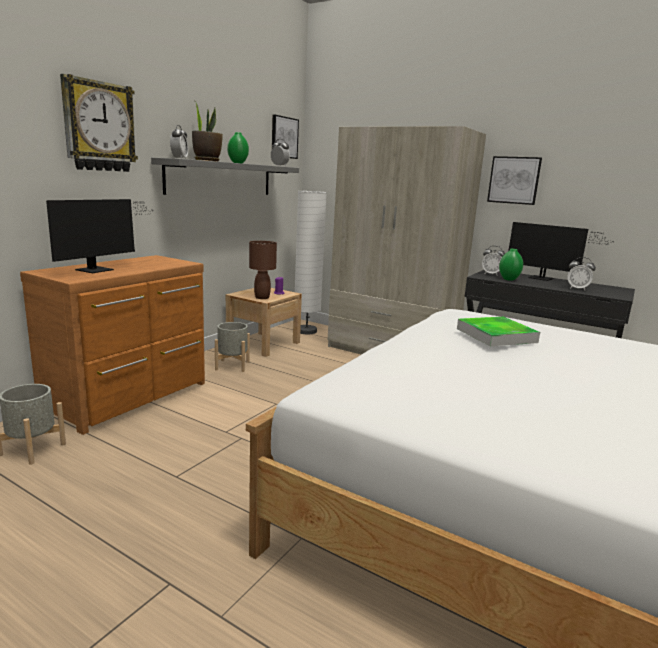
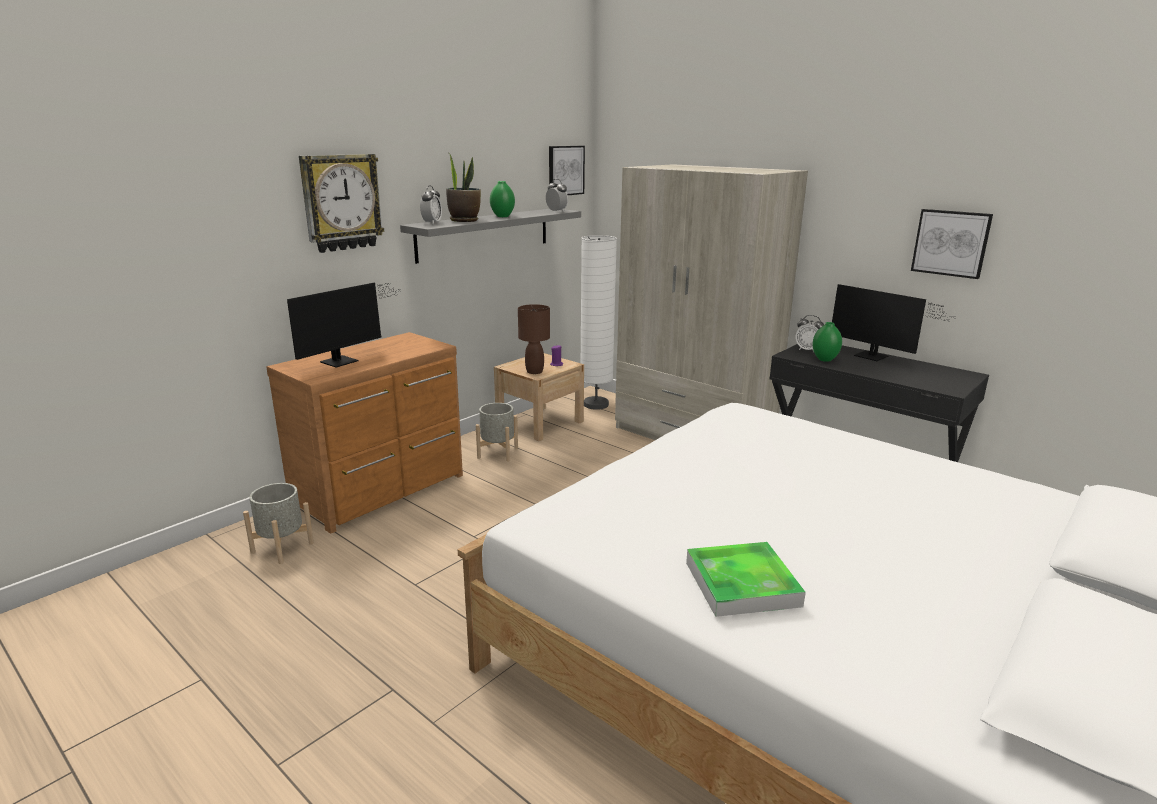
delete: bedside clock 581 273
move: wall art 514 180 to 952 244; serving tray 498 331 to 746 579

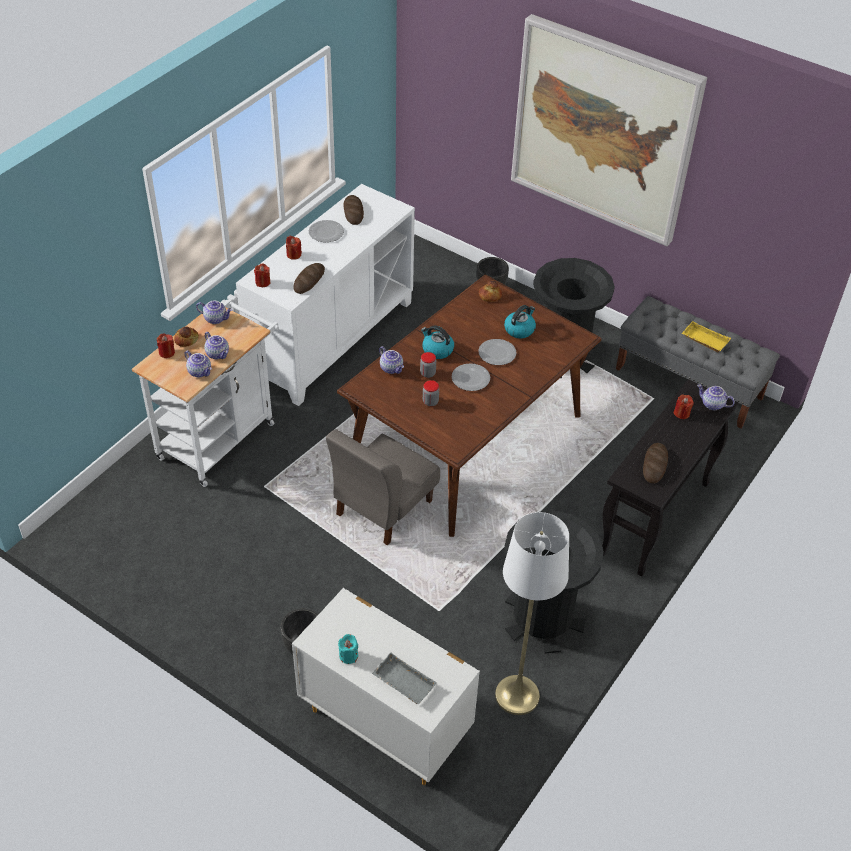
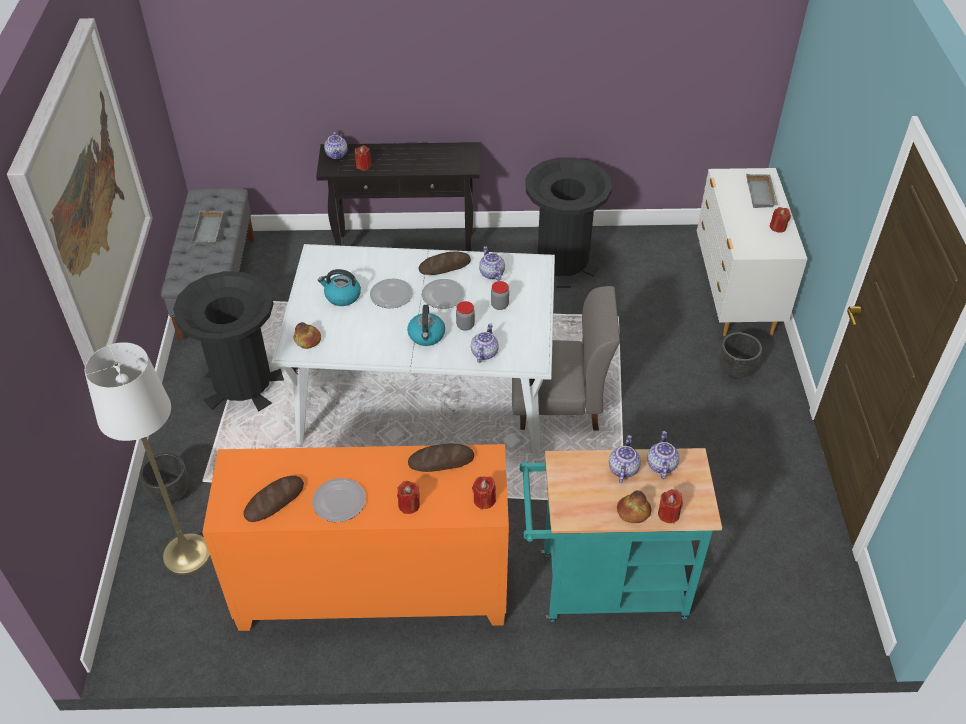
move: pot for tea 214 312 to 492 263; bakery bread 655 463 to 444 263; white floor lamp 532 613 to 147 458
recolor: white cabinet 325 295 to orange-coloured cabinet 355 537; brownish dining table 469 405 to white dining table 413 350; white cart 205 393 to blue-green cart 621 535; yellow-coloured serving tray 706 337 to greyish serving tray 207 227; blue-green candle 348 649 to reddish candle 780 220

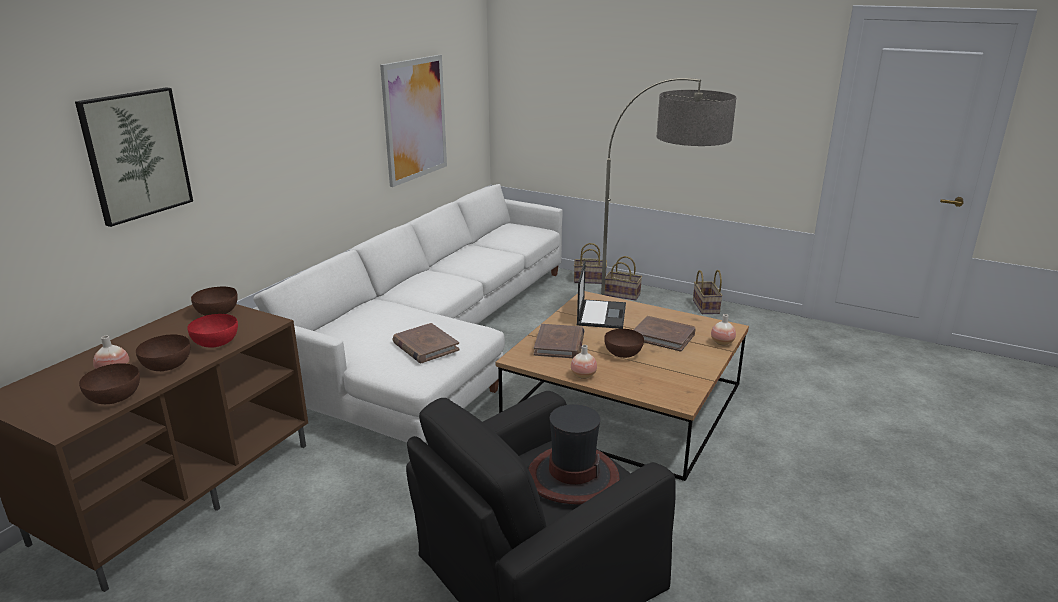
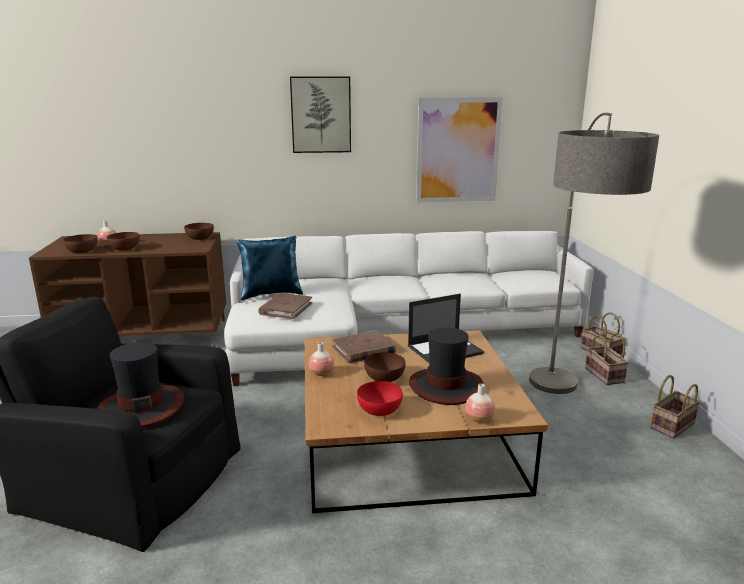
insert: bluish pillow 270 267
move: wall art 134 157 to 320 115; reddish serving bowl 212 330 to 380 398
replace: brownish volume 664 334 to hat 446 366

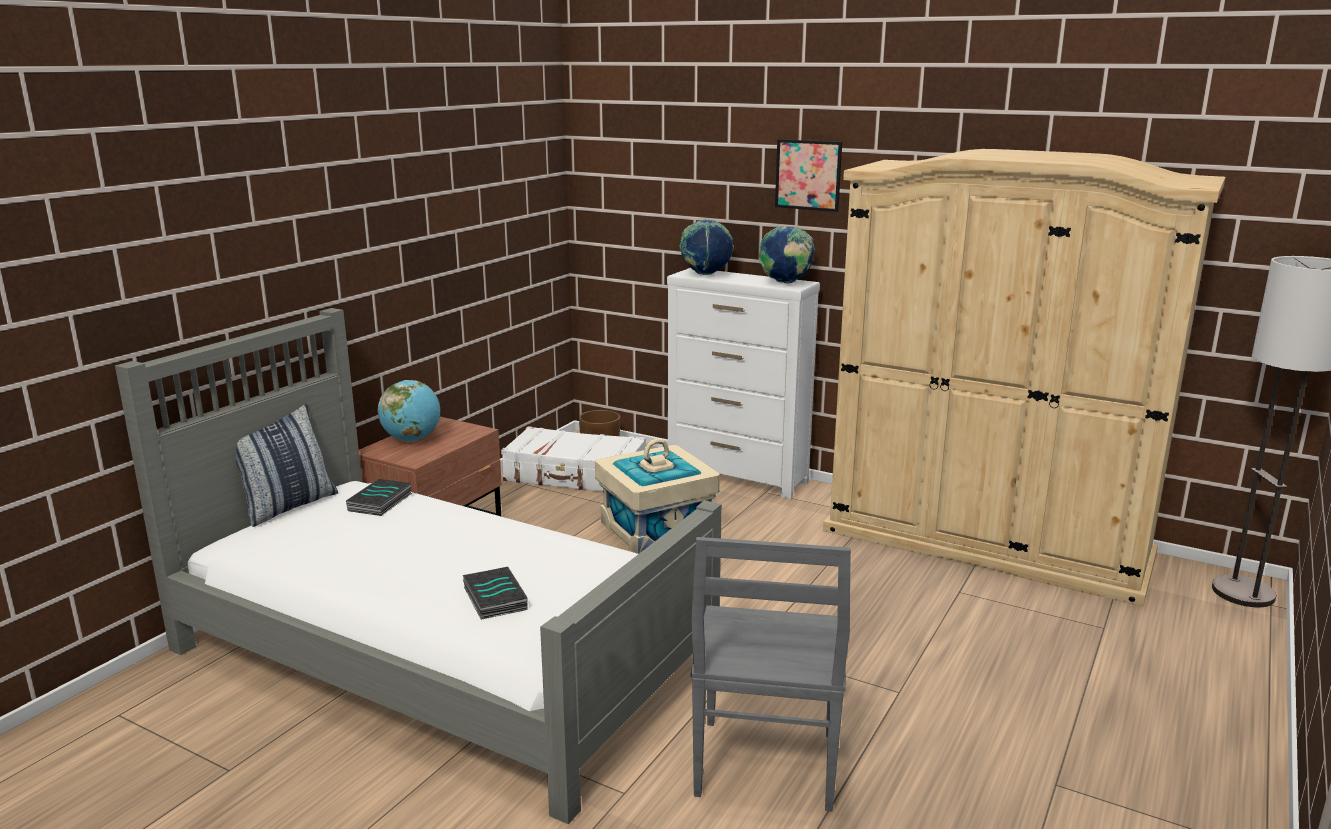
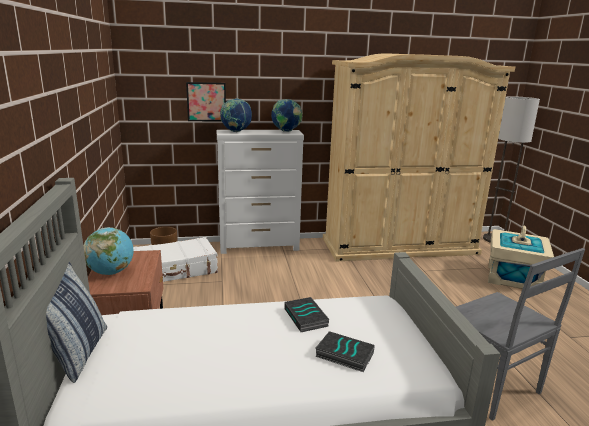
move: wall art 808 175 to 206 101; beige-coloured storage box 657 496 to 521 257; volume 379 497 to 307 314

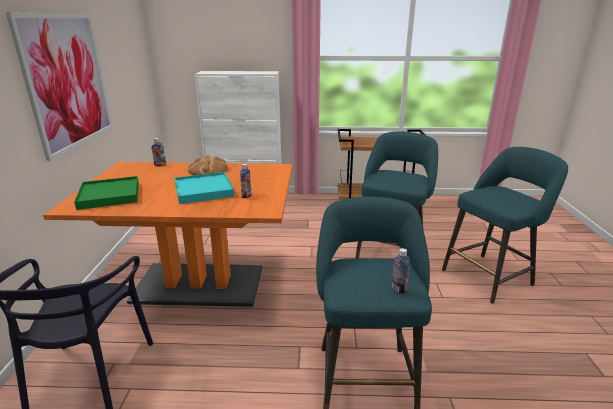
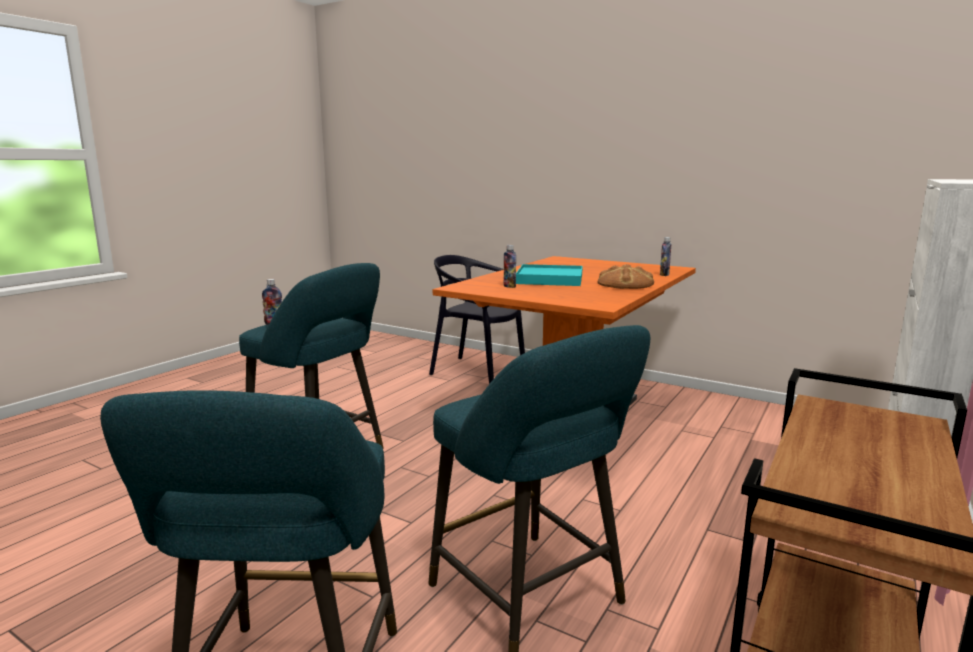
delete: wall art 59 86; greenish serving tray 106 193

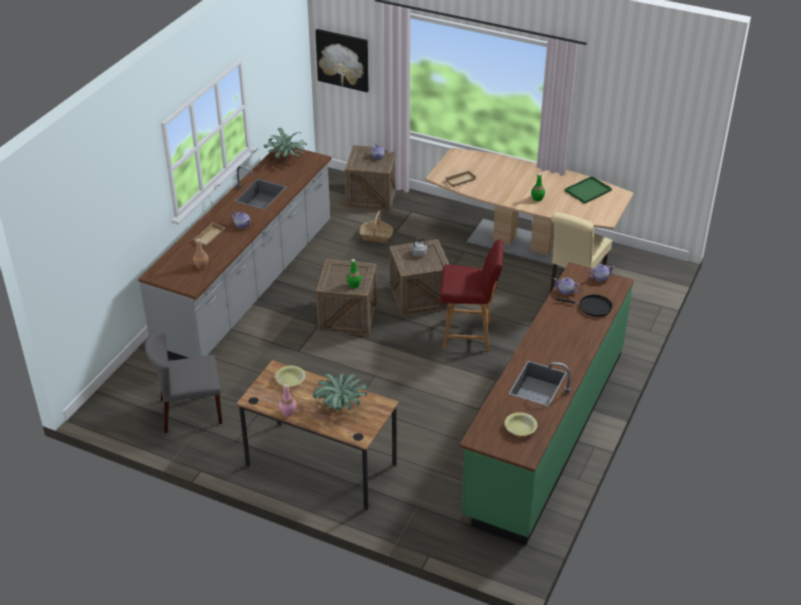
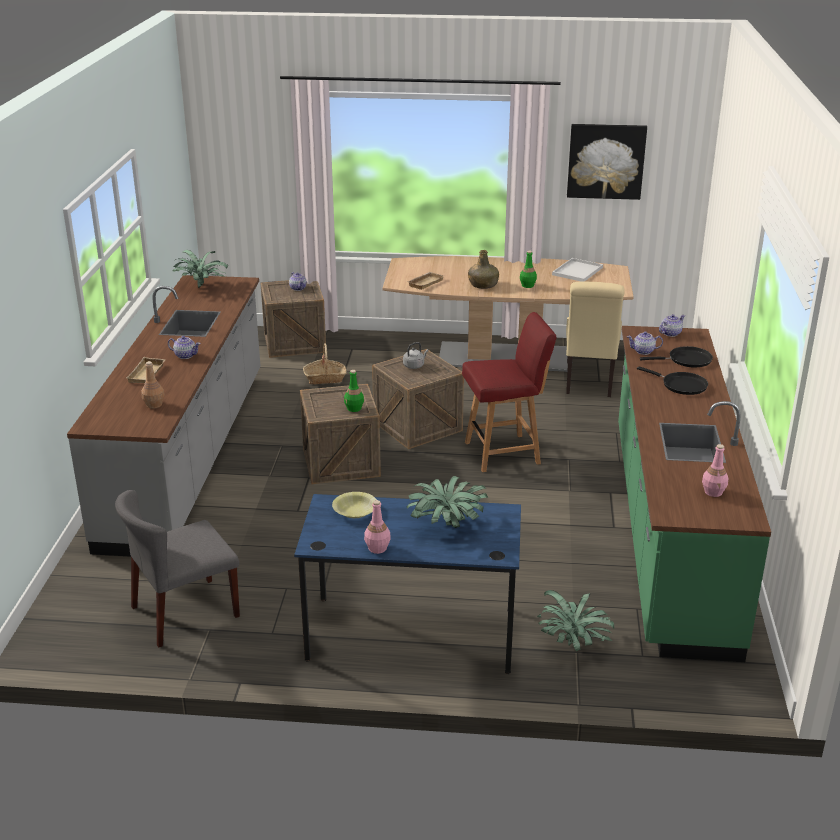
insert: greenish drink bottle 483 269; black frying pan 672 380; potted plant 575 620
move: wall art 342 60 to 607 162
replace: yellow-coloured serving bowl 520 424 to pinkish drink bottle 715 470
recolor: greenish serving tray 588 190 to white serving tray 577 269; brownish desk 317 435 to bluish desk 407 584

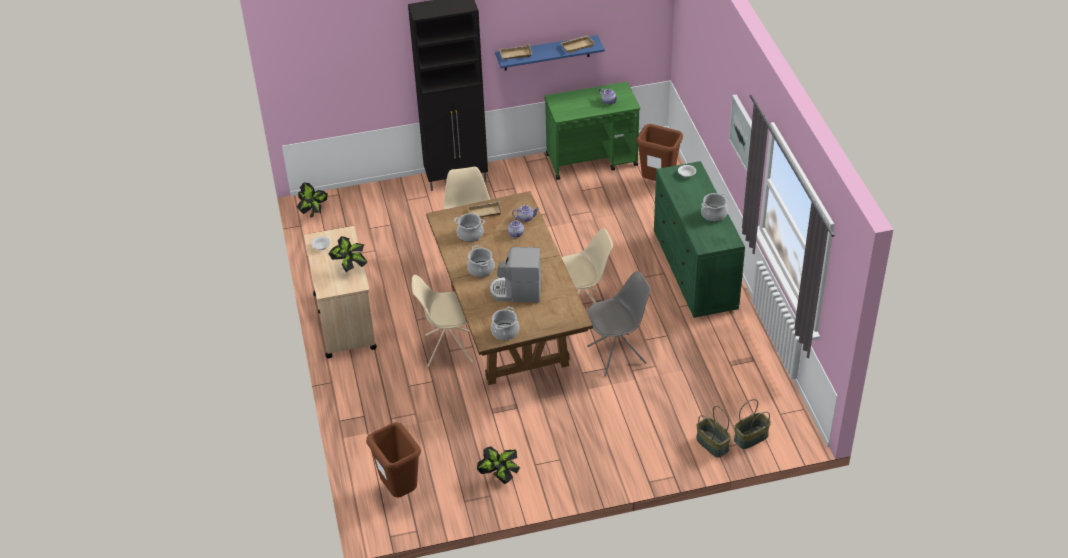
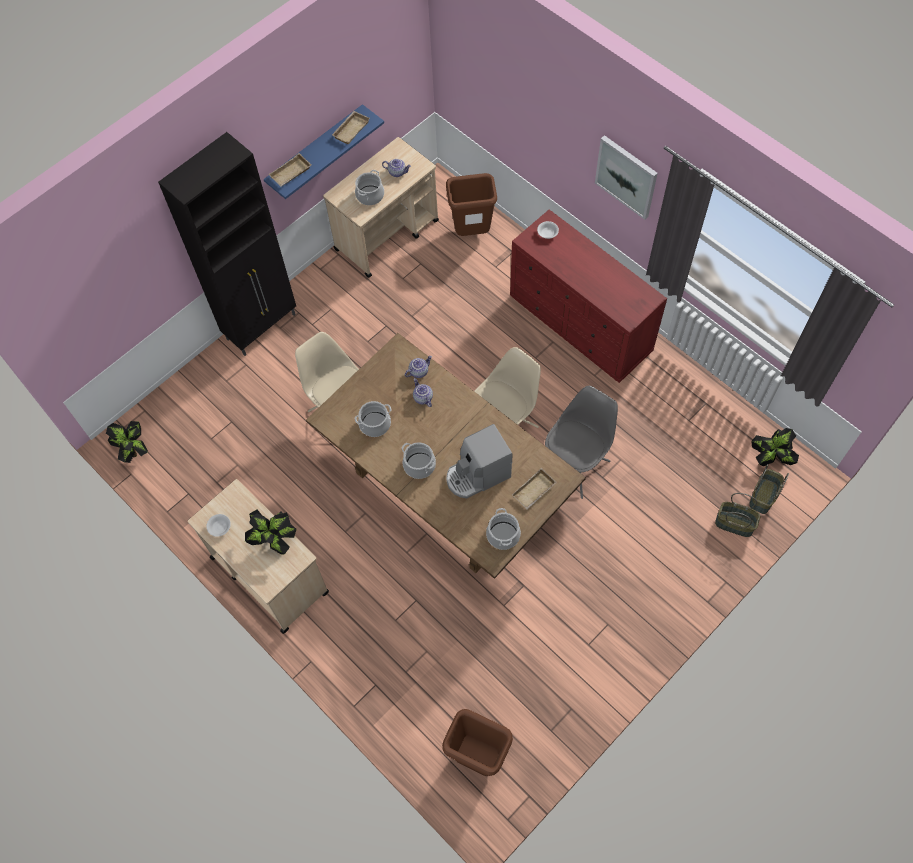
delete: beige-coloured plain chair 442 321
move: saucepot 714 207 to 369 187; beige-coloured serving tray 485 209 to 534 489; potted plant 498 465 to 775 447
recolor: greenish cart 592 131 to beige-coloured cart 381 207; greenish drawer chest 699 239 to reddish drawer chest 588 296

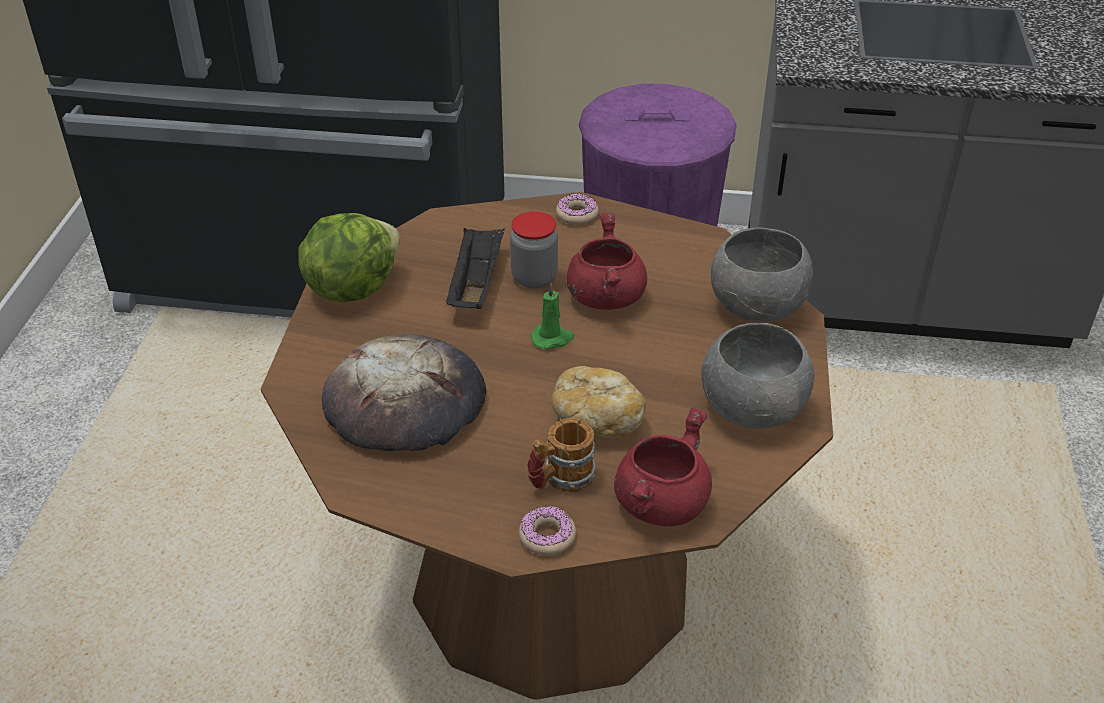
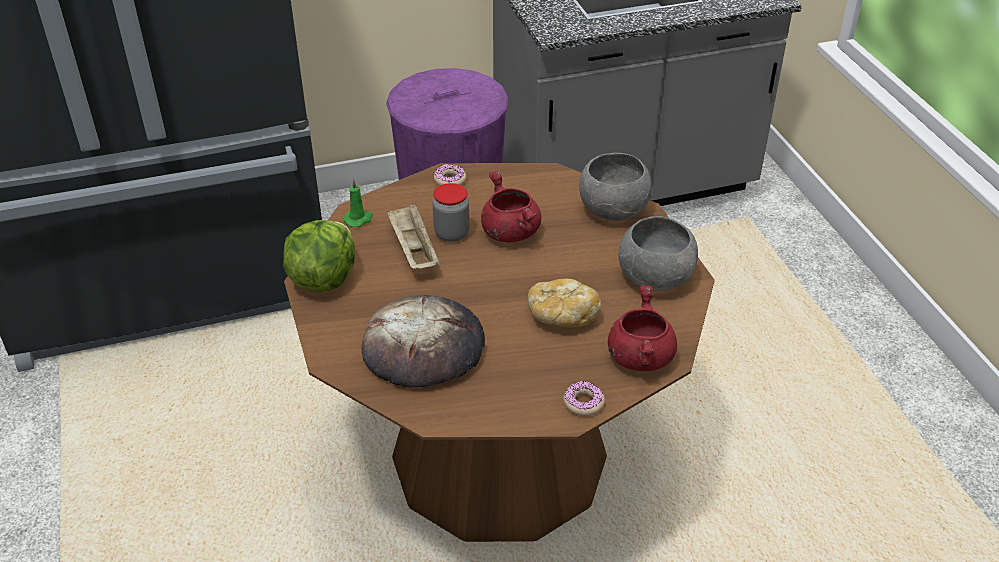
delete: coffee mug 561 455
move: greenish candle 552 316 to 358 203
recolor: black serving tray 475 268 to beige-coloured serving tray 413 236

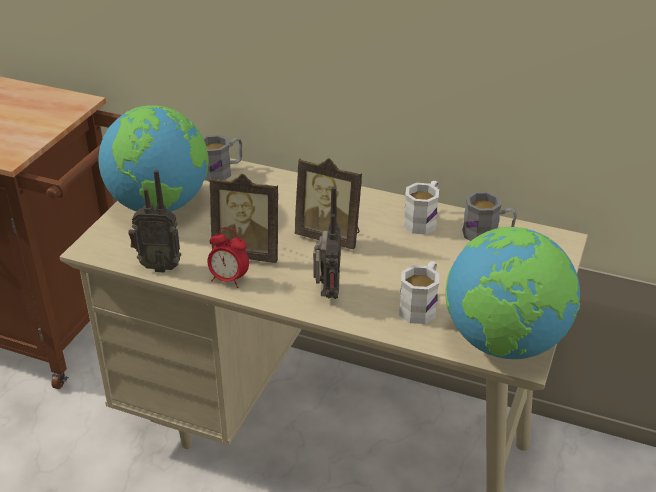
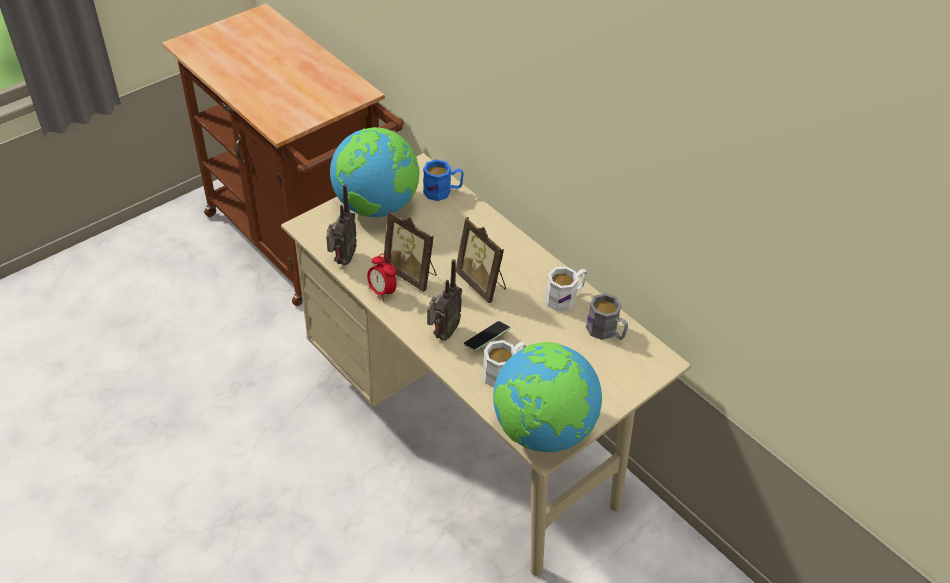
insert: telephone 487 336
recolor: greyish coffee mug 222 158 to bluish coffee mug 443 180
rotate: radio receiver 154 221 = 341 224 105 degrees counterclockwise

